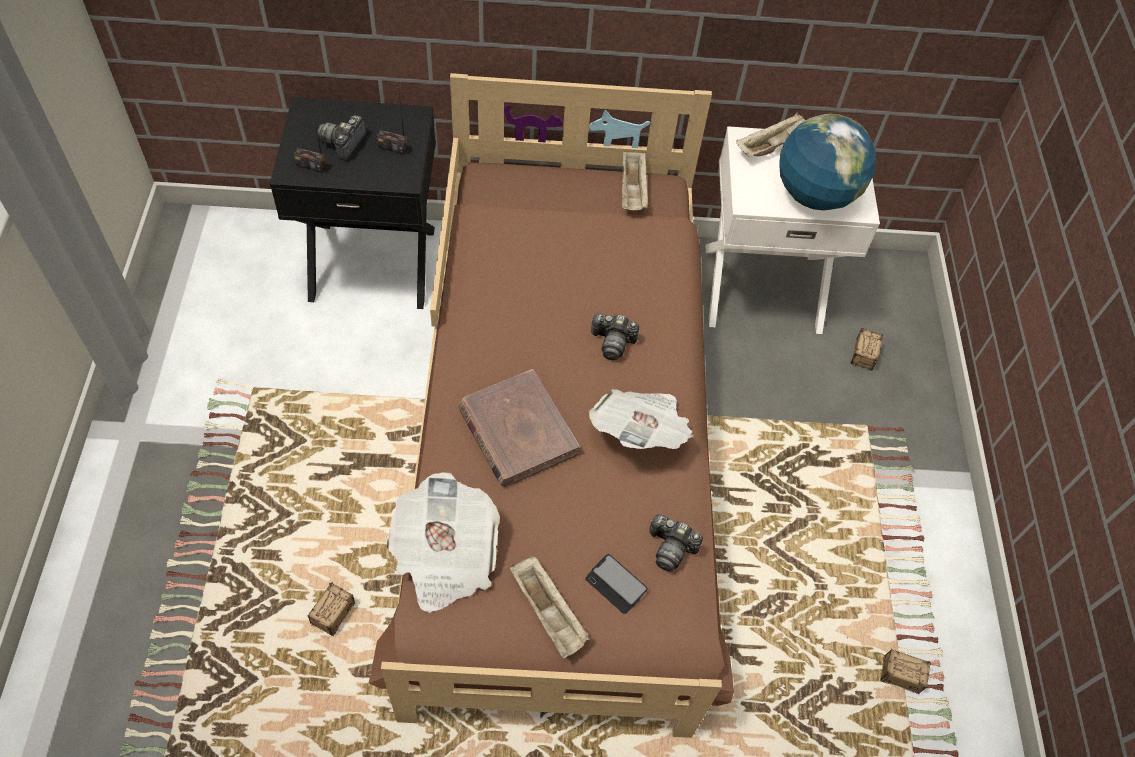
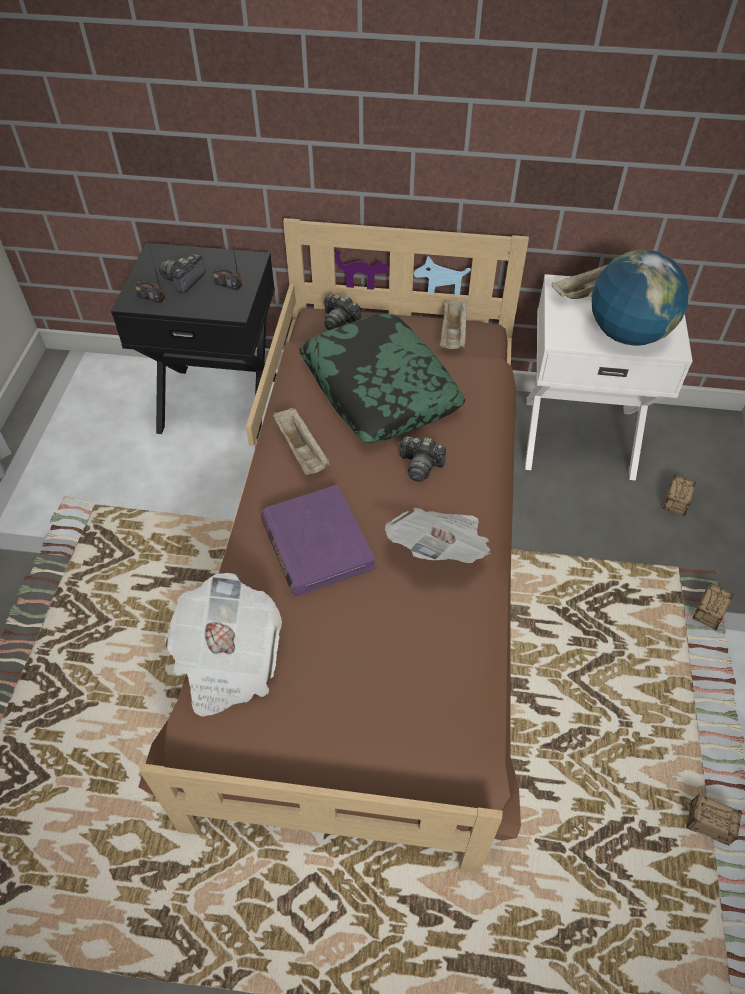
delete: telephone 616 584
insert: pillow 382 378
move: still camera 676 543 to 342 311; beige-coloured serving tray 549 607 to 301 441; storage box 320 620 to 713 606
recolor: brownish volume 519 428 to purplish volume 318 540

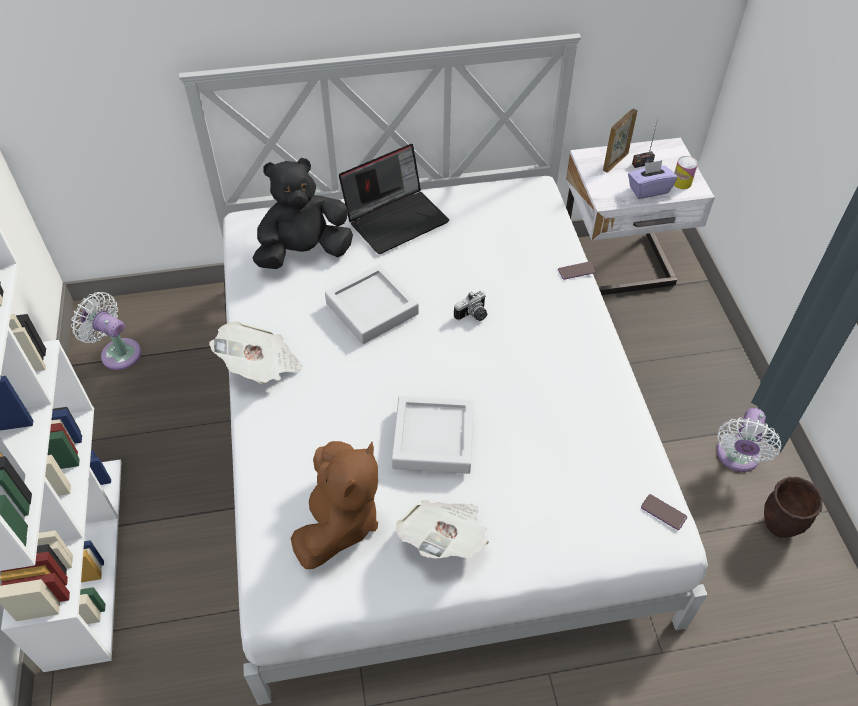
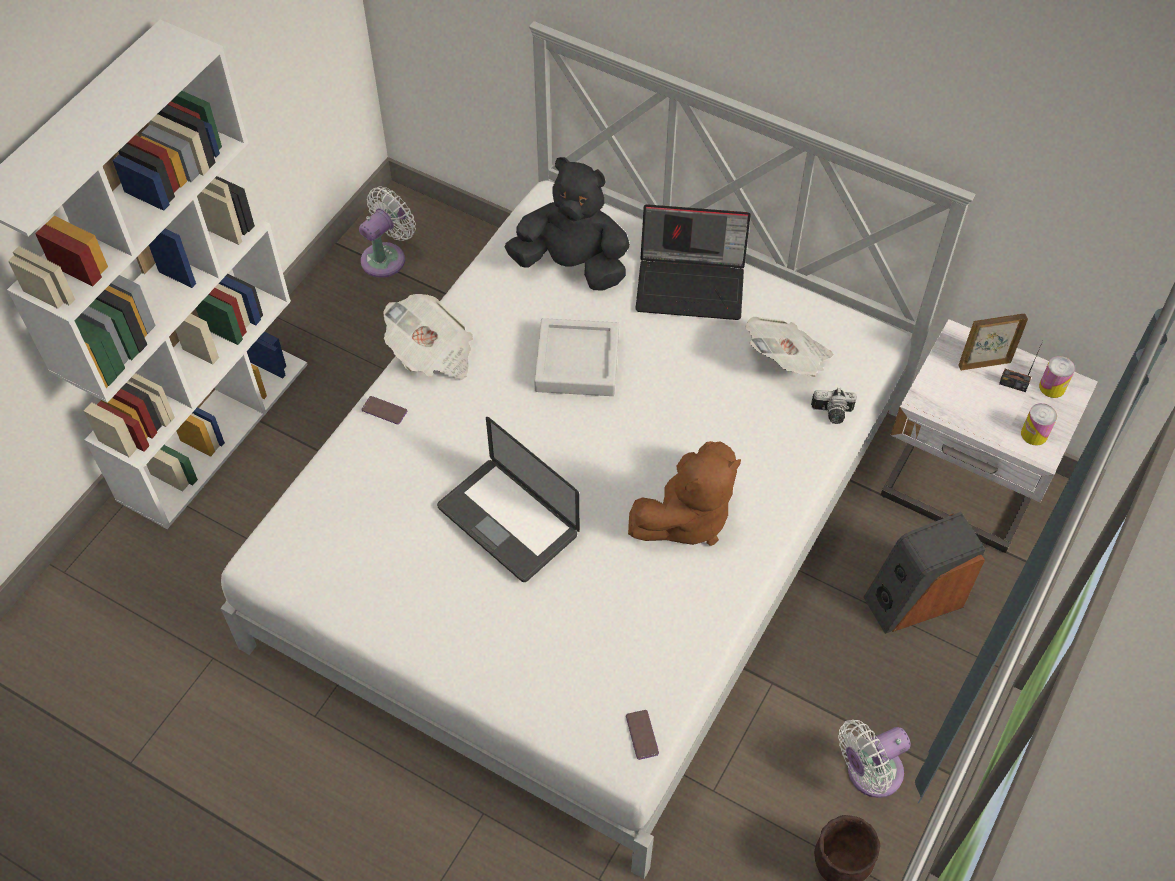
delete: purplish tissue holder 652 179
insert: can 1057 377; audio speaker 924 573
move: telephone 576 271 to 384 410; still camera 470 305 to 834 405; brownish cuddly toy 334 505 to 684 493; daily paper 442 529 to 789 347
replace: greyish serving tray 433 435 to notebook computer 508 499
rotate: white cooling fan 106 331 = 387 232 60 degrees clockwise

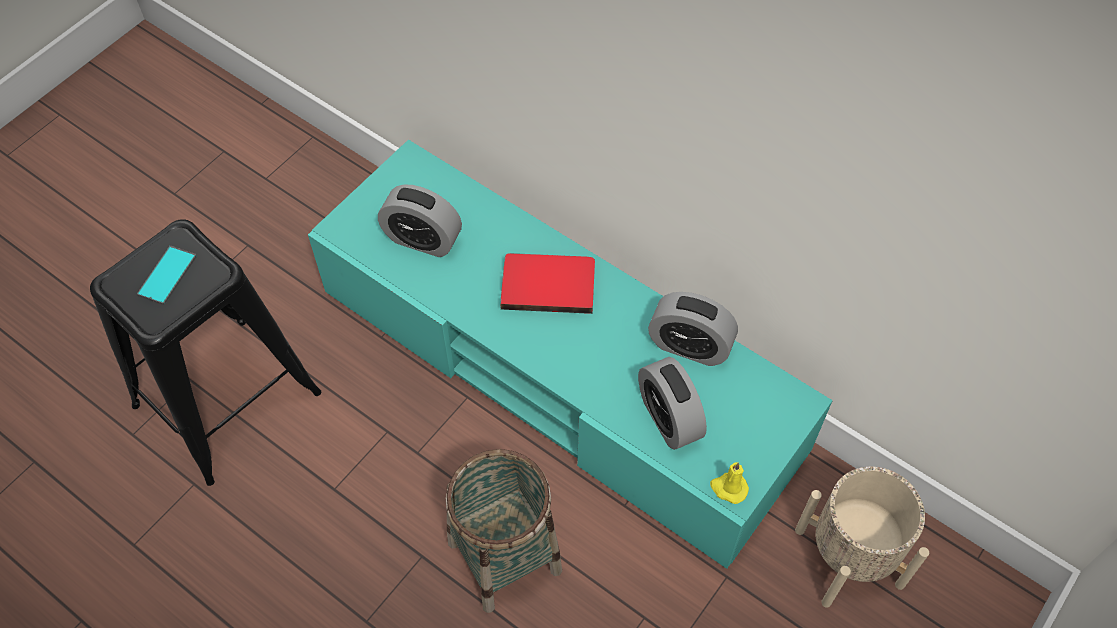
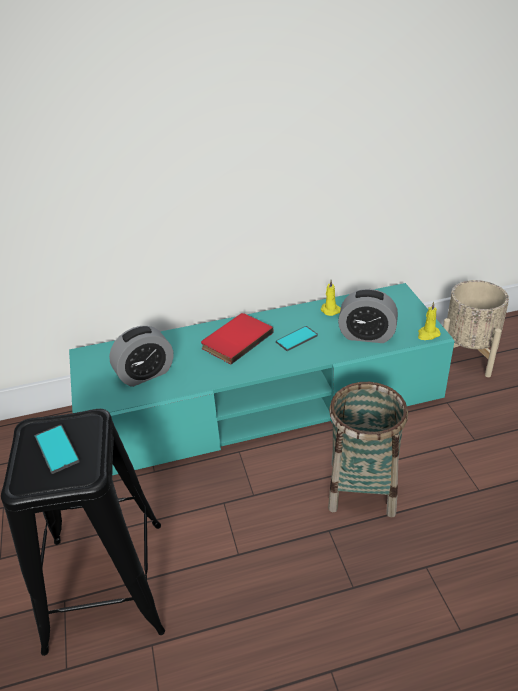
insert: telephone 297 338
replace: bedside clock 693 329 to yellow-coloured candle 330 298

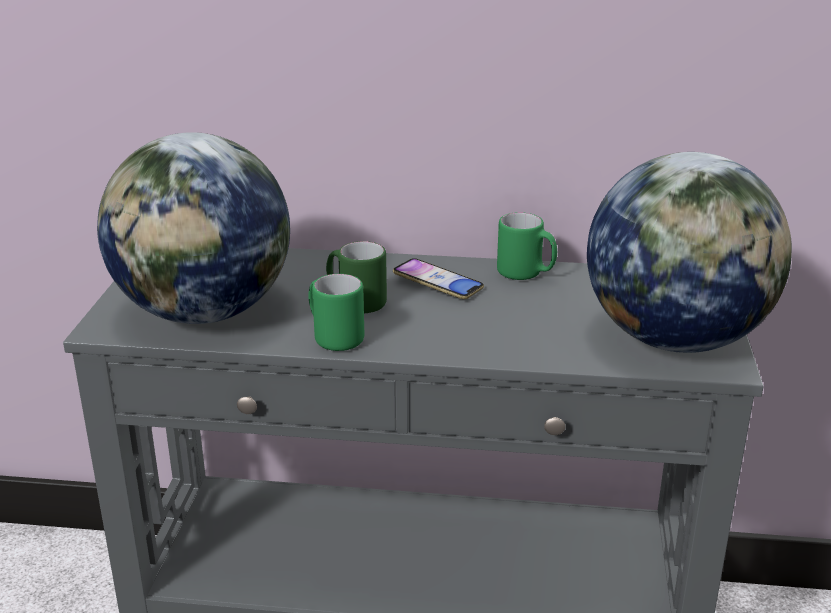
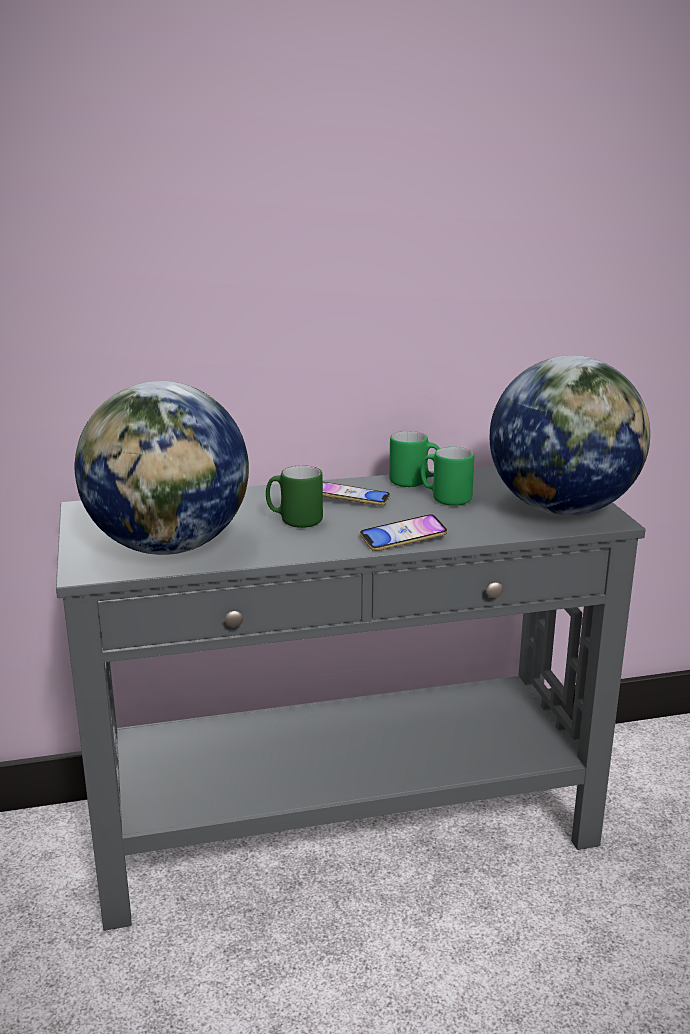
insert: telephone 404 532
move: greenish coffee mug 336 312 to 447 476

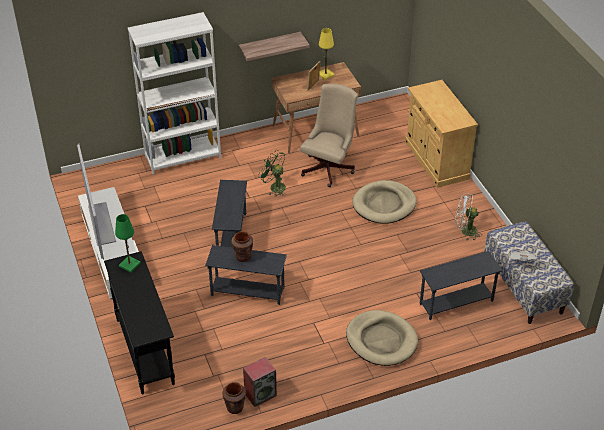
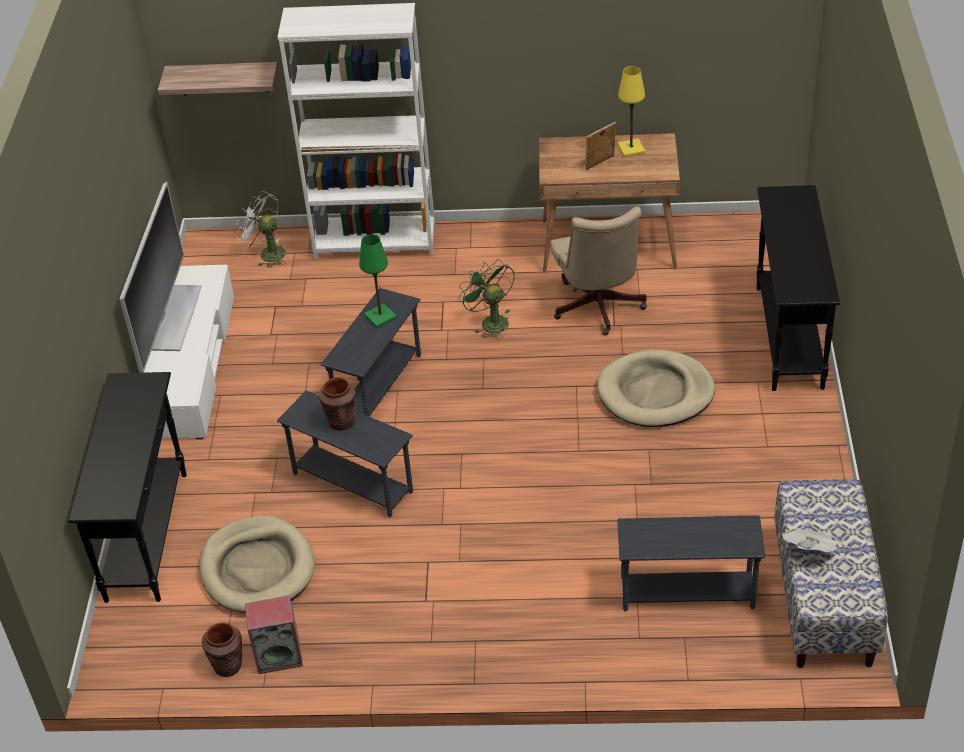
move: shelf 274 46 to 218 78; white cooling fan 467 216 to 261 229; greenish lamp for a table 128 243 to 378 281; beige-coloured dog cushion 382 338 to 257 564
replace: beige-coloured cabinet 441 134 to black console table 798 288
rotate: beige-coloured desk chair 329 135 = 598 270 120 degrees clockwise

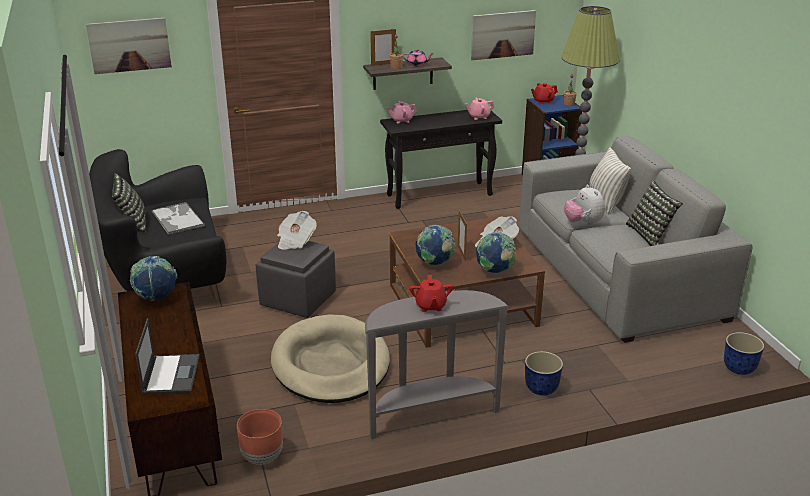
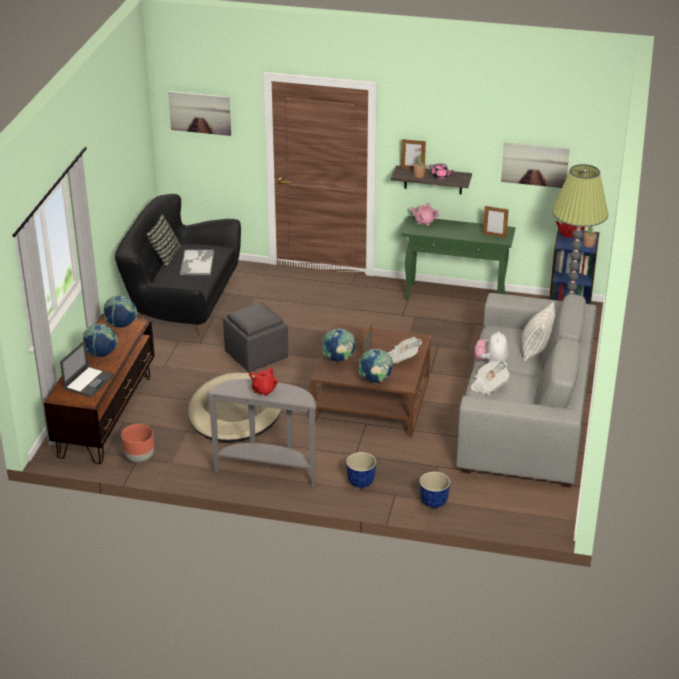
delete: pillow 654 213
insert: world globe 100 340
move: daily paper 297 230 to 490 377; flower pot 744 353 to 435 490
replace: pinkish pot for tea 479 109 to standing frame 496 222
recolor: black console table 441 159 to greenish console table 458 258

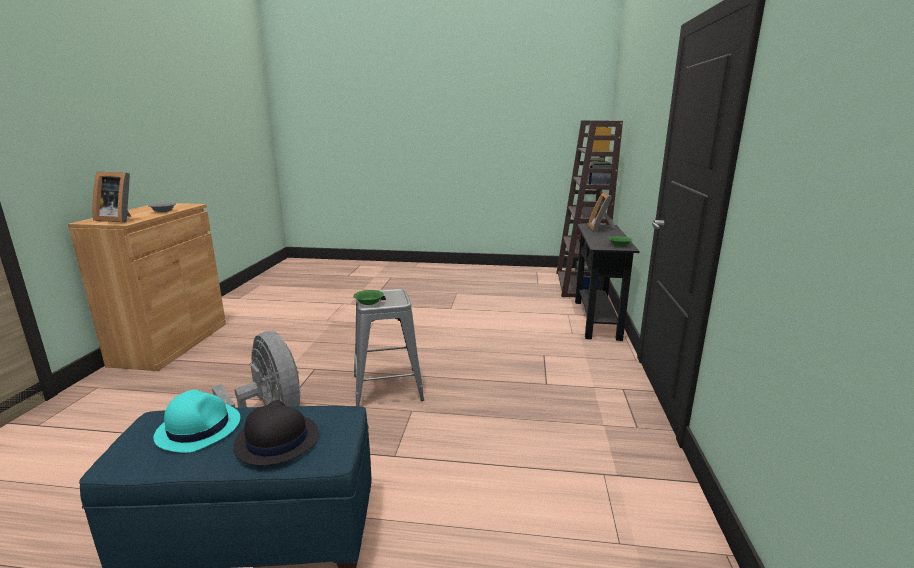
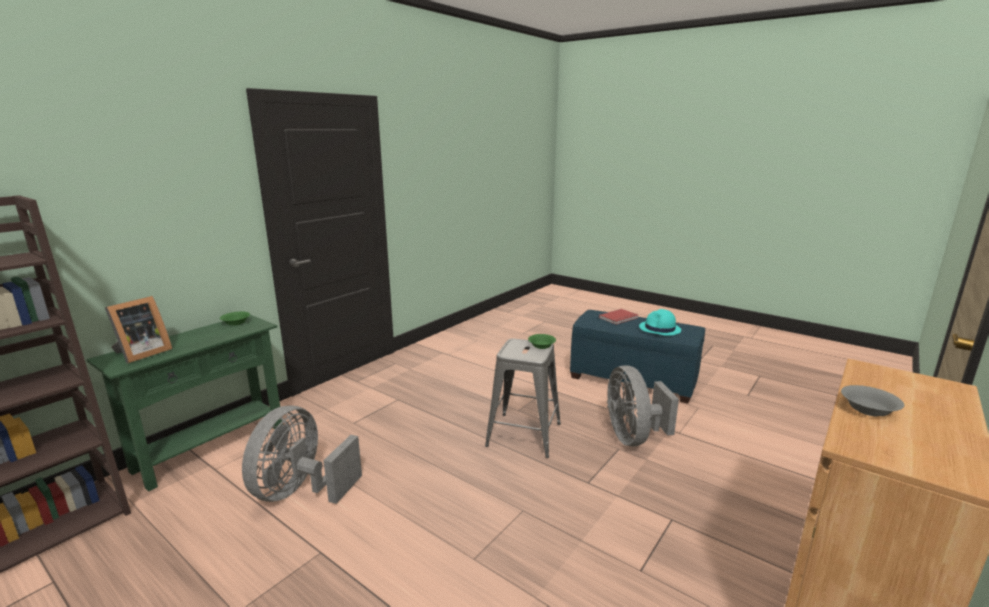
delete: standing frame 112 197
insert: greyish cooling fan 302 455
replace: black hat 276 433 to reddish volume 618 317
recolor: black console table 607 282 to greenish console table 184 403

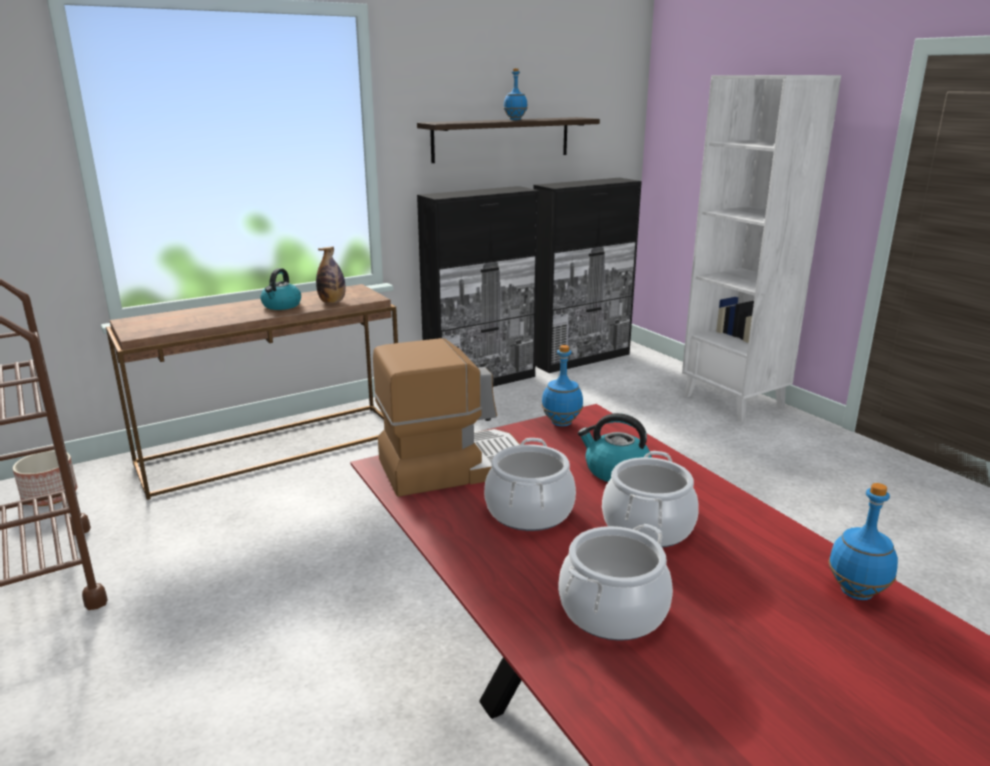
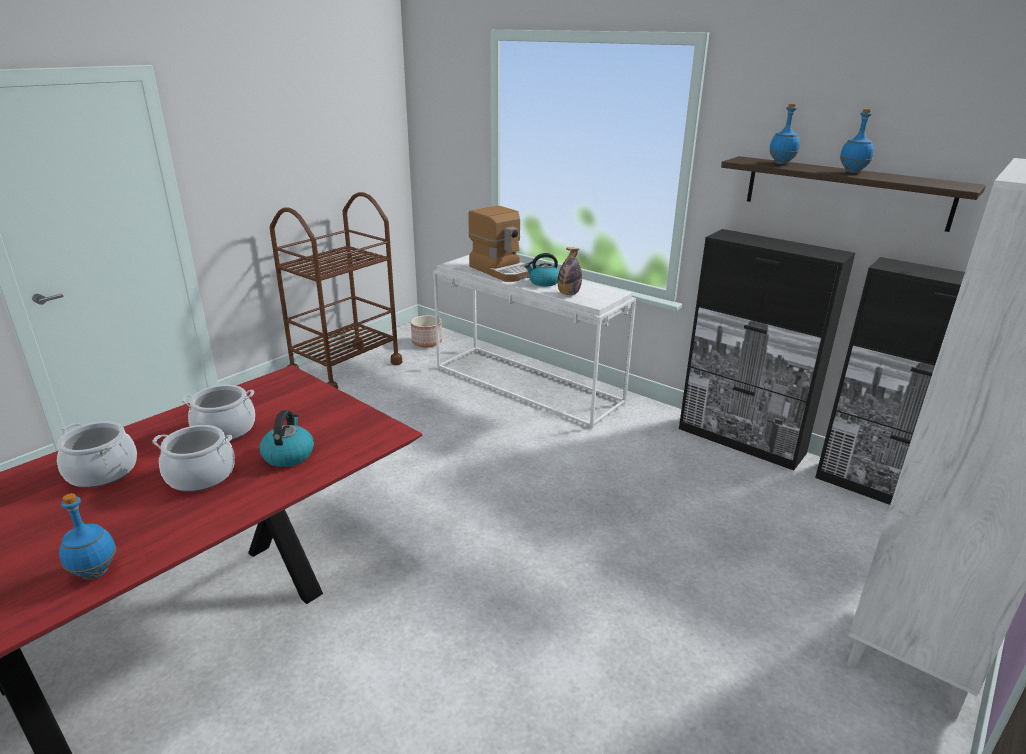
move: coffee maker 446 417 to 500 244; bluish drink bottle 562 386 to 784 133
recolor: brownish console table 252 392 to white console table 534 341

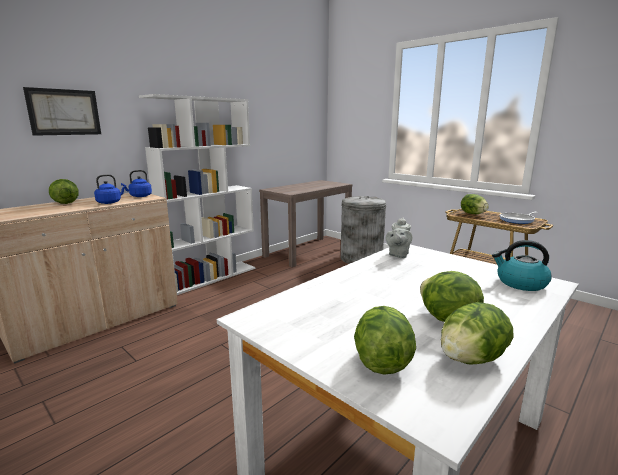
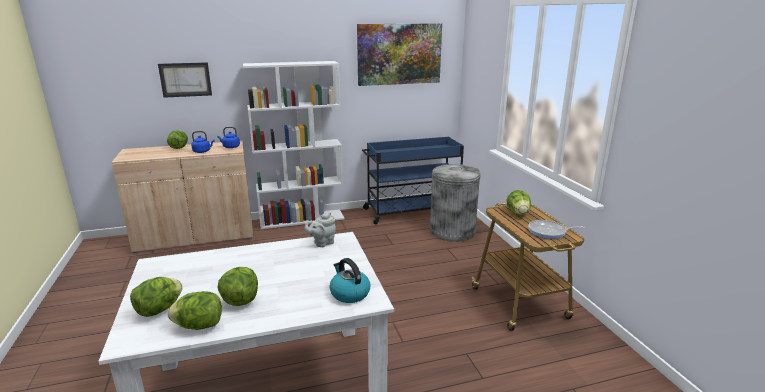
insert: wall art 399 54
replace: brownish console table 306 223 to bluish cart 413 180

